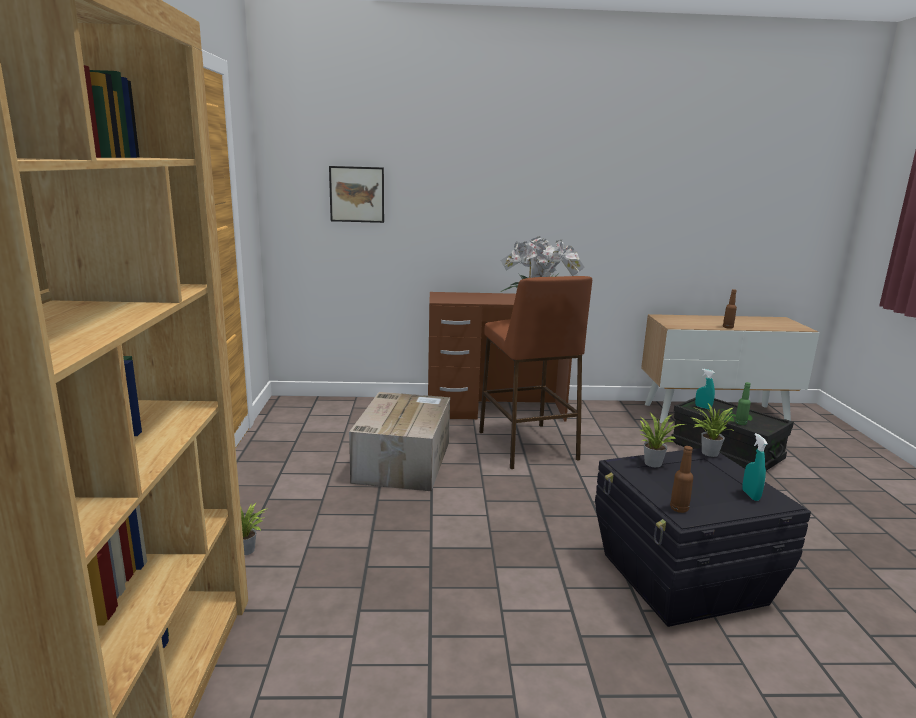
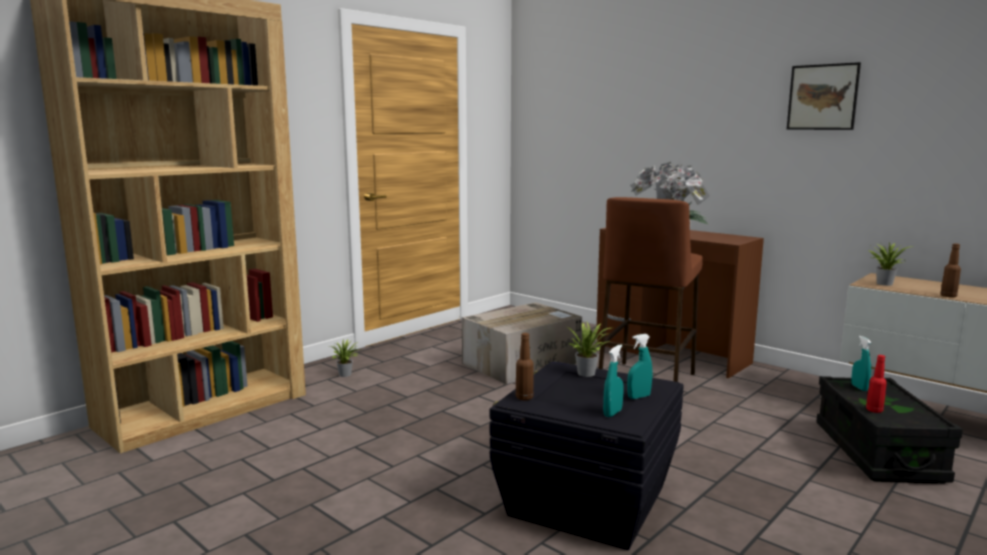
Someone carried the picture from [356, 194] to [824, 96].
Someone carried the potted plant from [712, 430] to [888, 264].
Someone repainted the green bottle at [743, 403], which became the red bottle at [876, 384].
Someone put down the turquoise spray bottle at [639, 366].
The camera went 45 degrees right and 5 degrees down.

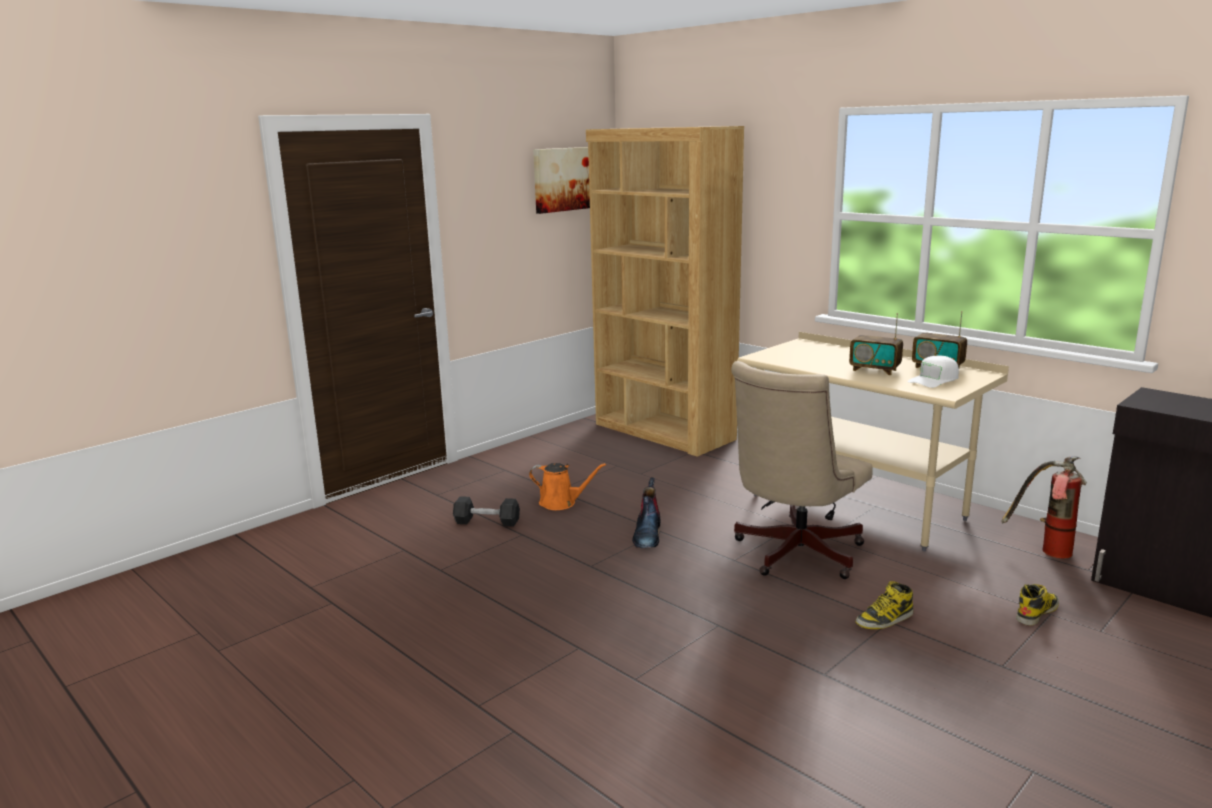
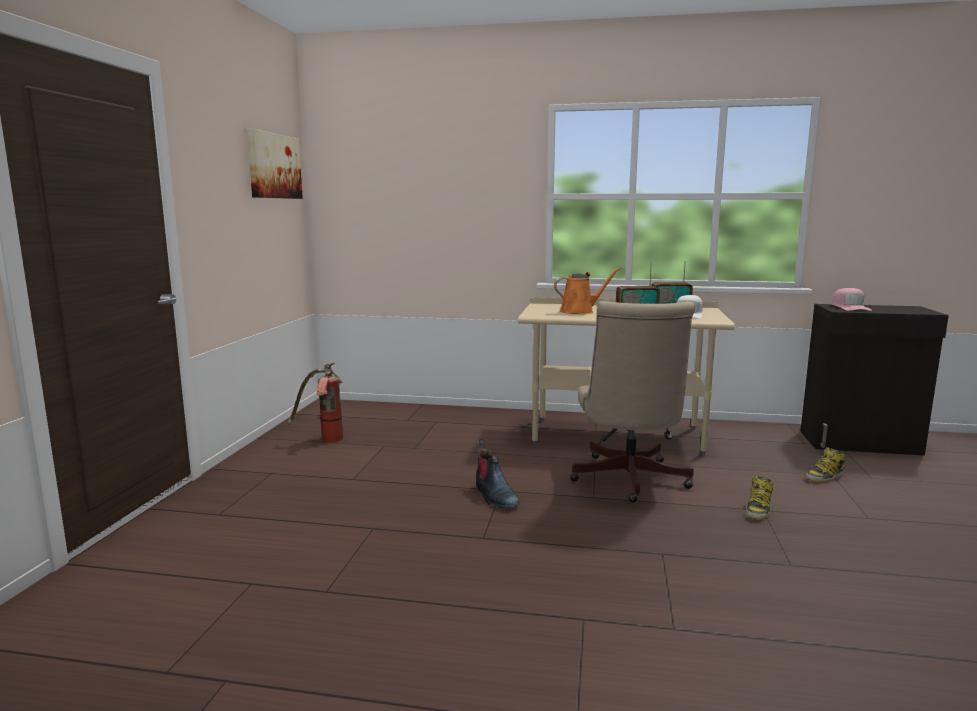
Someone took away the black dumbbell at [486, 511].
Someone carried the orange watering can from [567, 486] to [587, 291].
Someone took away the brown bookcase at [665, 291].
Someone carried the fire extinguisher from [1044, 507] to [315, 403].
Someone rotated the boot at [1037, 604] by 135 degrees counterclockwise.
Someone put down the pink cap at [851, 299].
The camera went 35 degrees left and 5 degrees down.

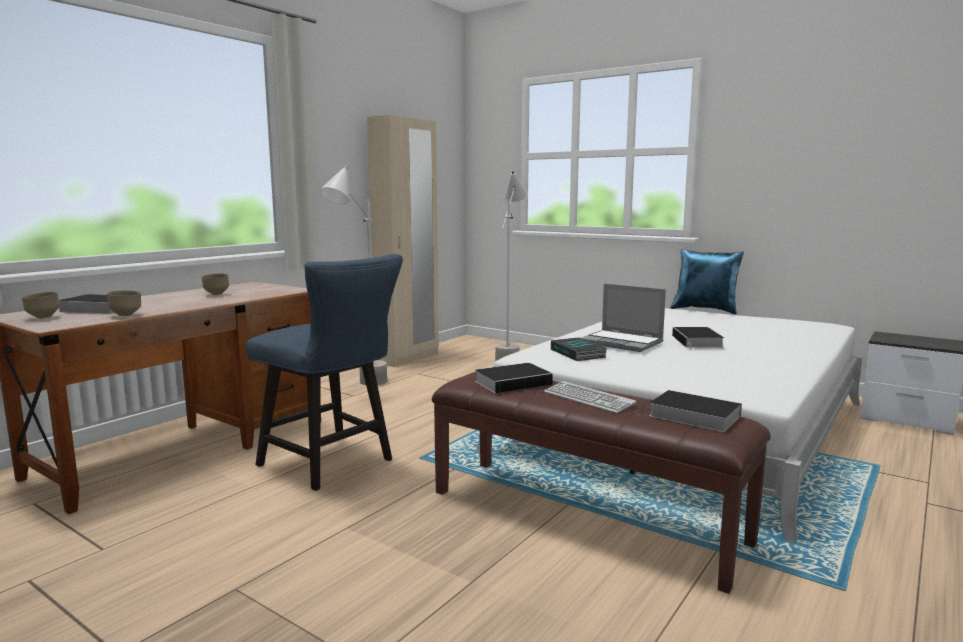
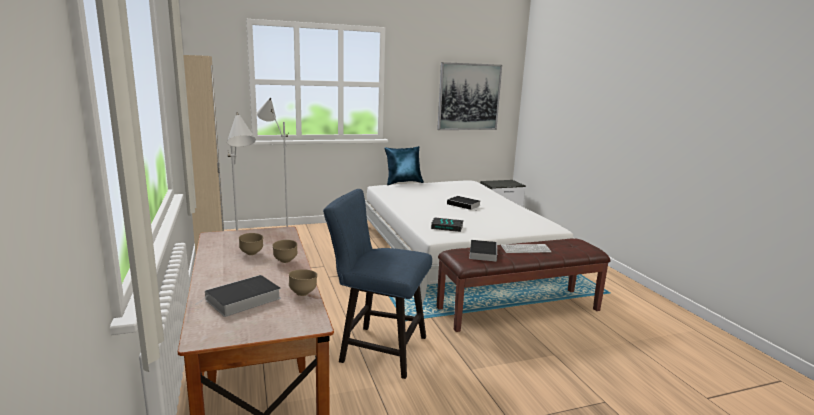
Someone carried the brown bowl from [40, 305] to [285, 251].
Someone rotated the blue chair at [324, 372] by 150 degrees counterclockwise.
Someone took away the laptop at [623, 318].
Someone took away the book at [695, 411].
Someone put up the picture at [469, 96].
The camera went 55 degrees left and 5 degrees up.

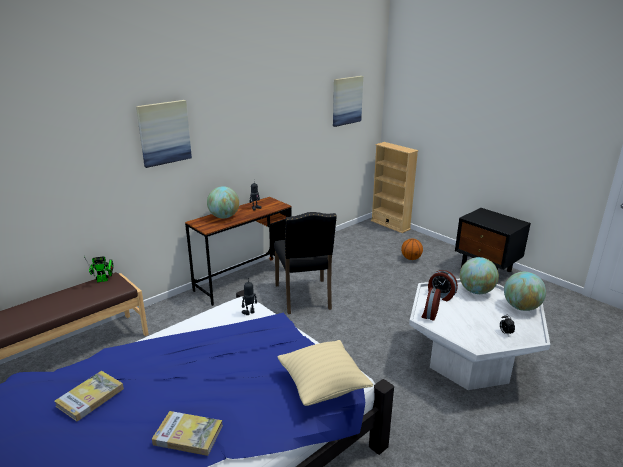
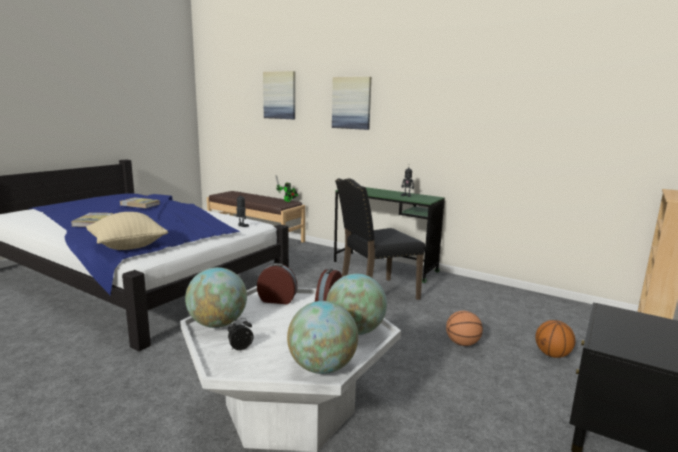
Someone repainted the brown desk at [238, 251], which became the green desk at [389, 235].
Someone carried the globe from [223, 202] to [216, 297].
Someone carried the picture from [348, 101] to [279, 95].
Someone put down the basketball at [464, 328].
The camera went 75 degrees right and 10 degrees down.

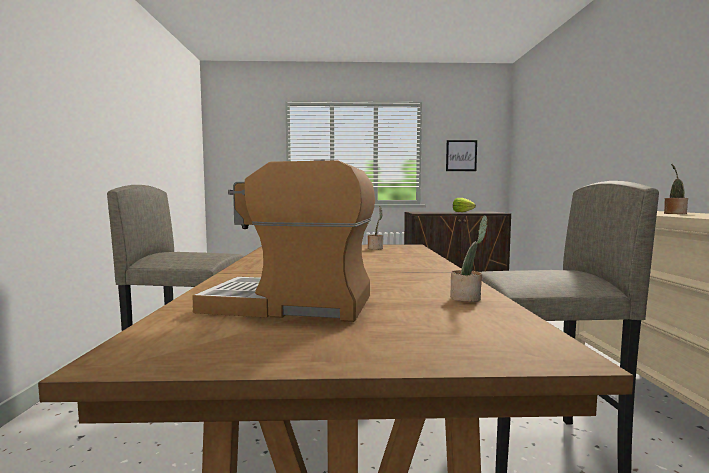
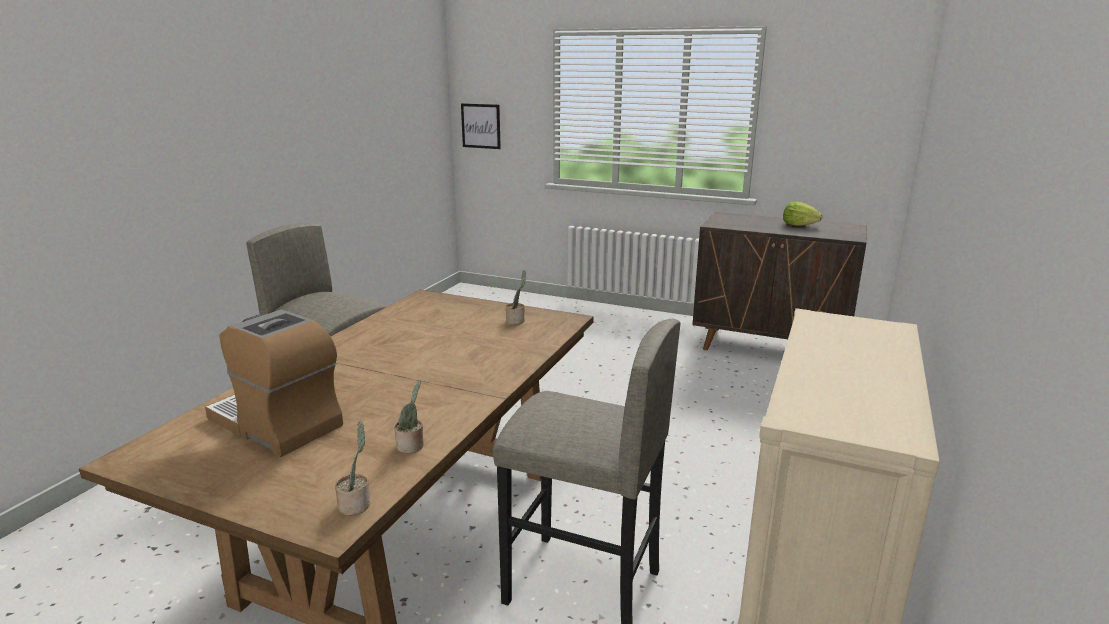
Someone carried the picture from [461, 155] to [481, 126].
Someone carried the potted plant from [676, 189] to [352, 468].
The camera went 25 degrees right and 15 degrees up.

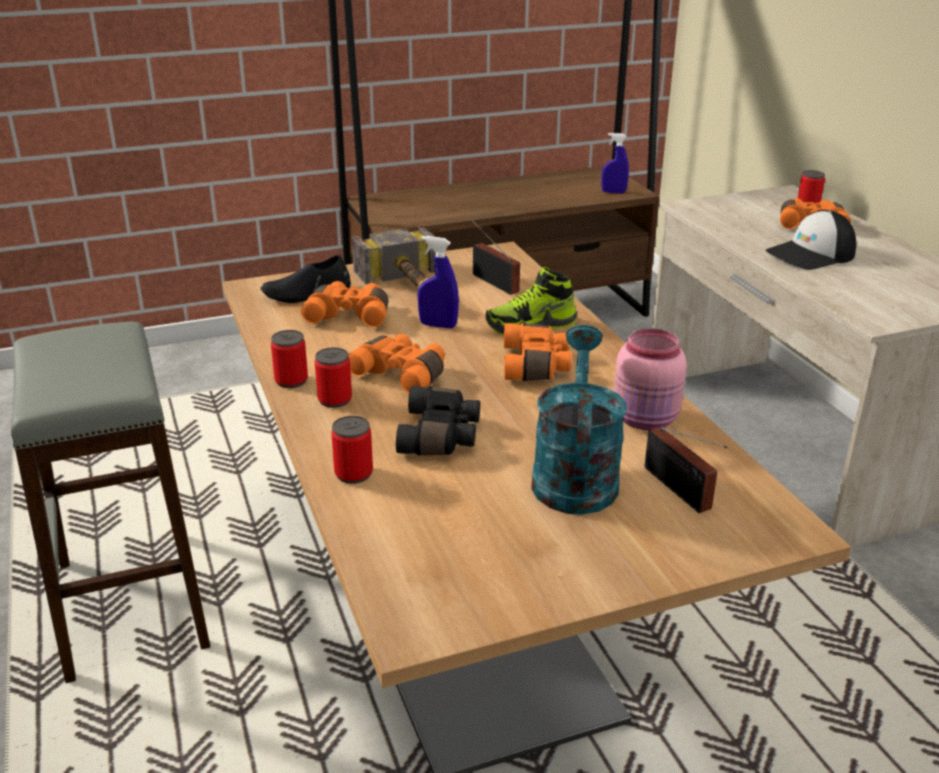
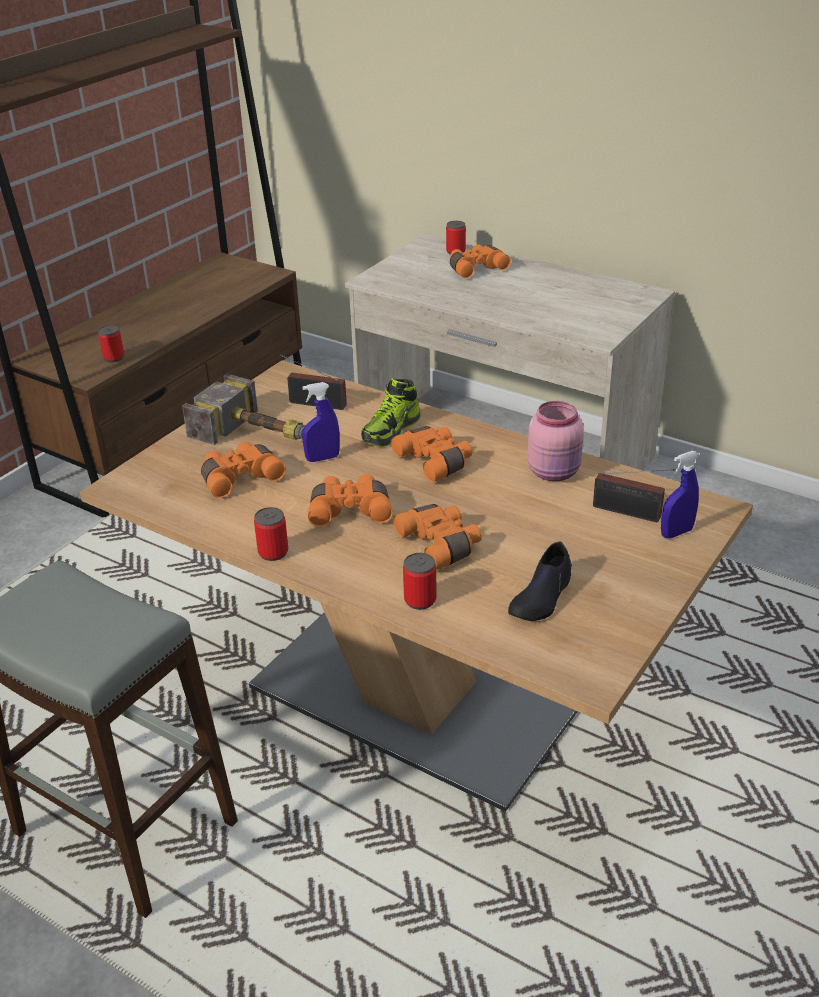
Someone carried the black shoe from [305, 279] to [540, 581].
Someone carried the can from [333, 377] to [111, 343].
Someone repainted the black binoculars at [438, 420], which became the orange binoculars at [437, 537].
Someone took away the turquoise watering can at [579, 420].
Someone carried the blue spray bottle from [615, 163] to [680, 494].
Someone took away the cap at [811, 240].
The camera went 35 degrees left and 5 degrees up.

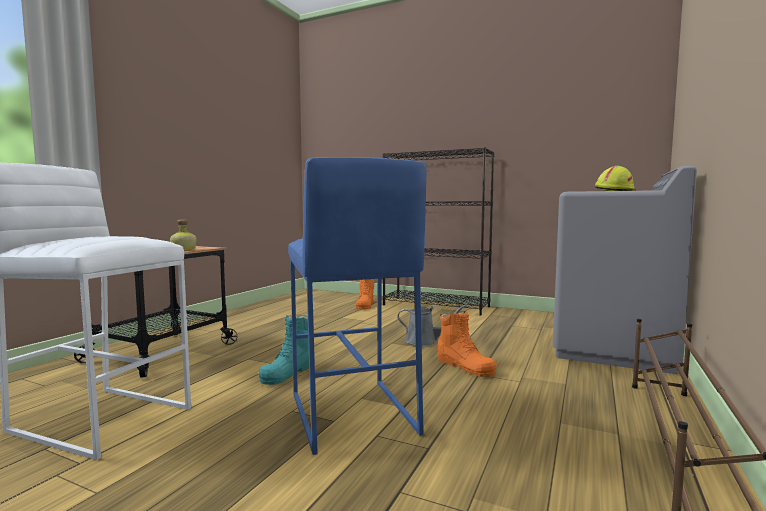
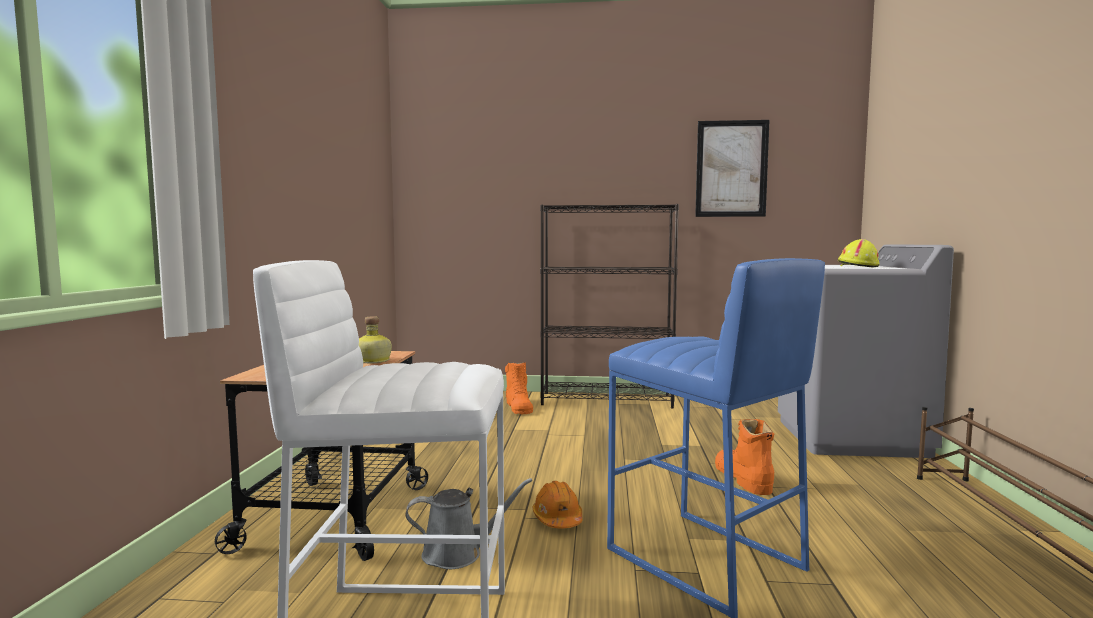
Someone swapped the turquoise boot at [284, 350] for the orange hard hat at [558, 505].
Someone carried the grey watering can from [432, 326] to [468, 523].
Someone rotated the orange boot at [467, 344] by 135 degrees counterclockwise.
Someone put up the picture at [732, 168].
The camera went 20 degrees left and 0 degrees up.

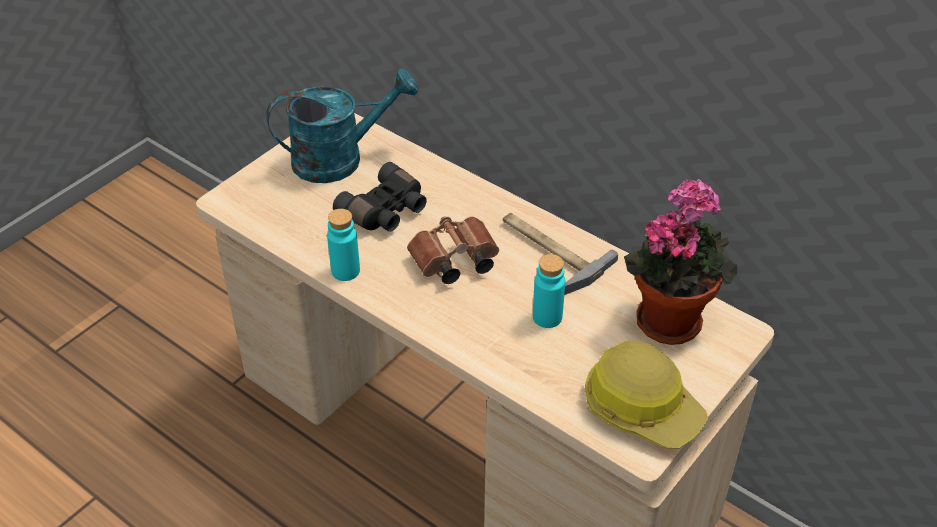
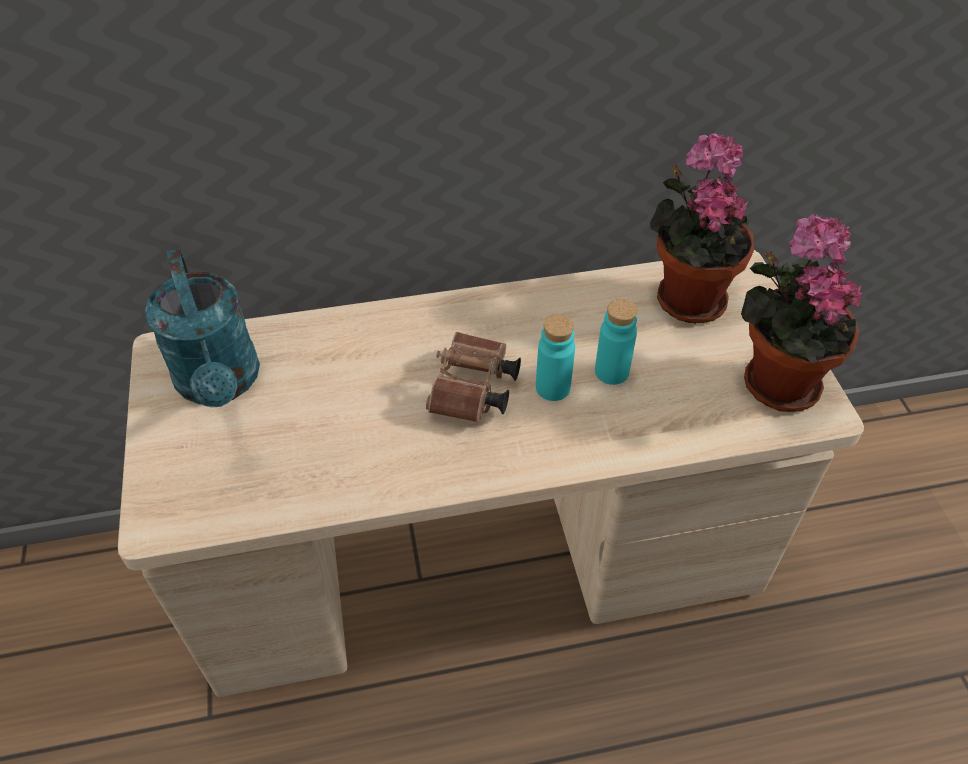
Someone rotated the turquoise watering can at [342, 126] by 135 degrees clockwise.
Someone carried the turquoise bottle from [343, 245] to [555, 358].
Someone took away the black binoculars at [380, 197].
Someone took away the hammer at [560, 254].
Someone swapped the hard hat at [646, 394] for the potted plant at [801, 313].
The camera went 50 degrees left and 5 degrees up.

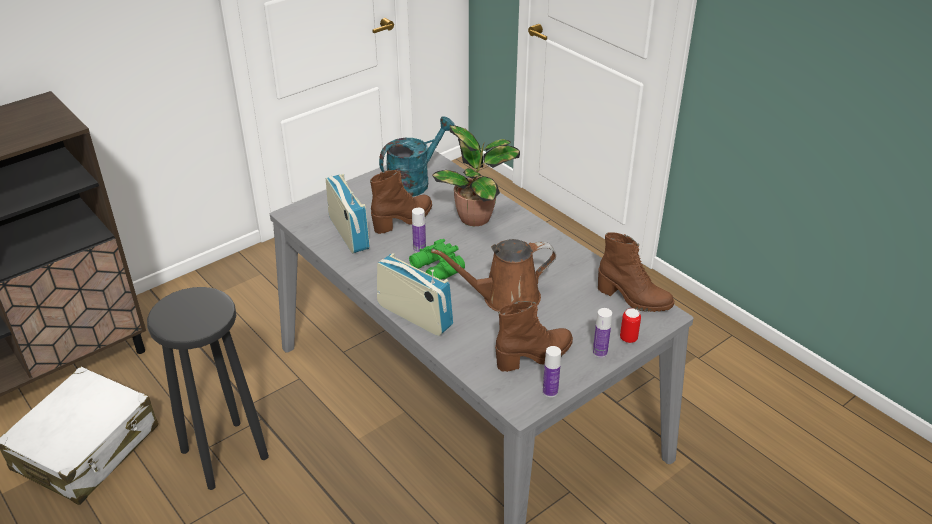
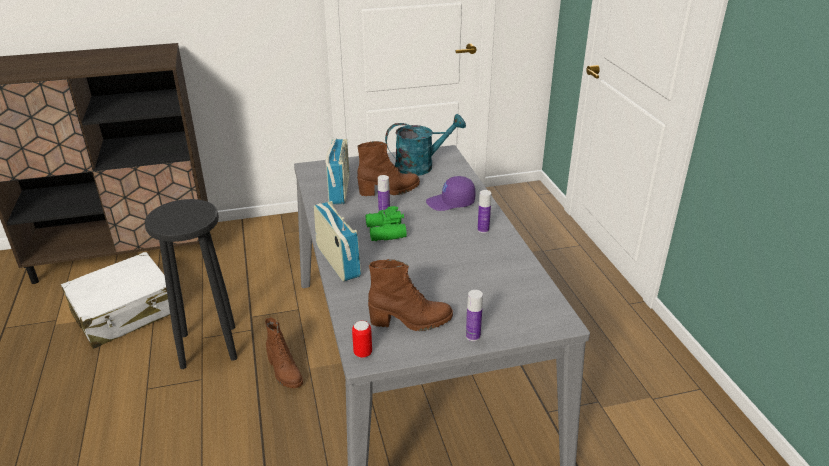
Someone took away the brown watering can at [493, 275].
Someone swapped the potted plant at [476, 175] for the purple cap at [451, 193].
Someone carried the bottle from [552, 371] to [484, 211].
Someone carried the brown boot from [636, 272] to [284, 352].
Someone carried the can from [630, 325] to [362, 339].
The camera went 25 degrees right and 5 degrees down.

